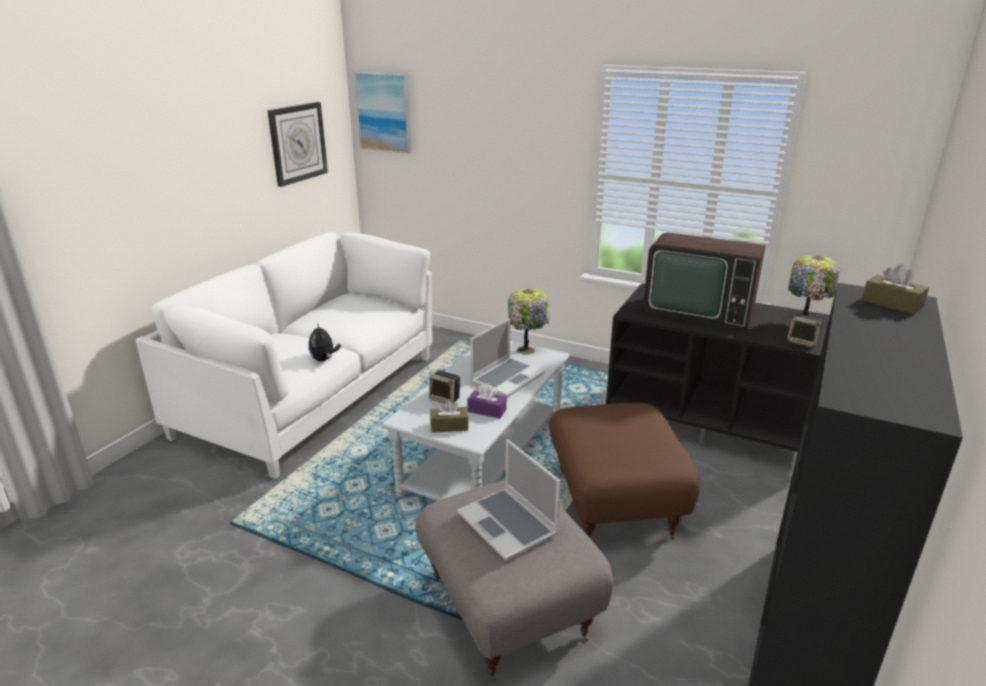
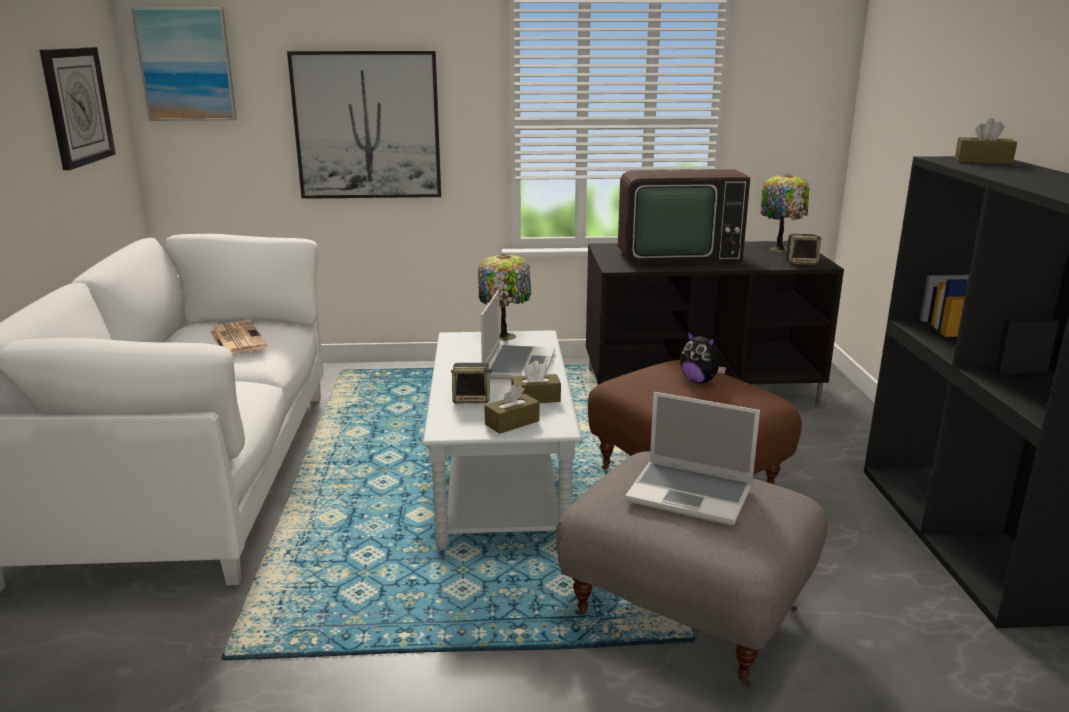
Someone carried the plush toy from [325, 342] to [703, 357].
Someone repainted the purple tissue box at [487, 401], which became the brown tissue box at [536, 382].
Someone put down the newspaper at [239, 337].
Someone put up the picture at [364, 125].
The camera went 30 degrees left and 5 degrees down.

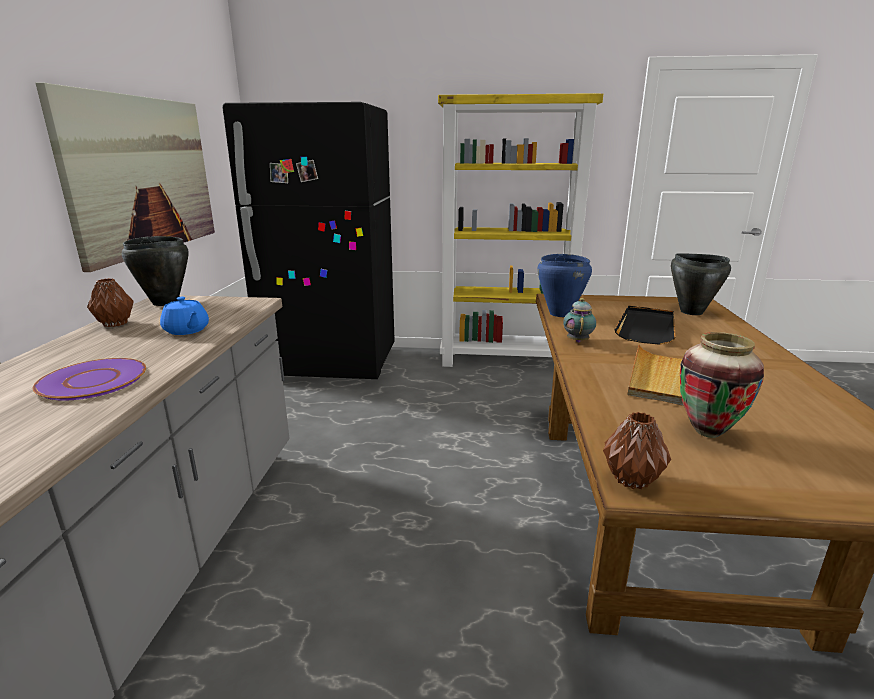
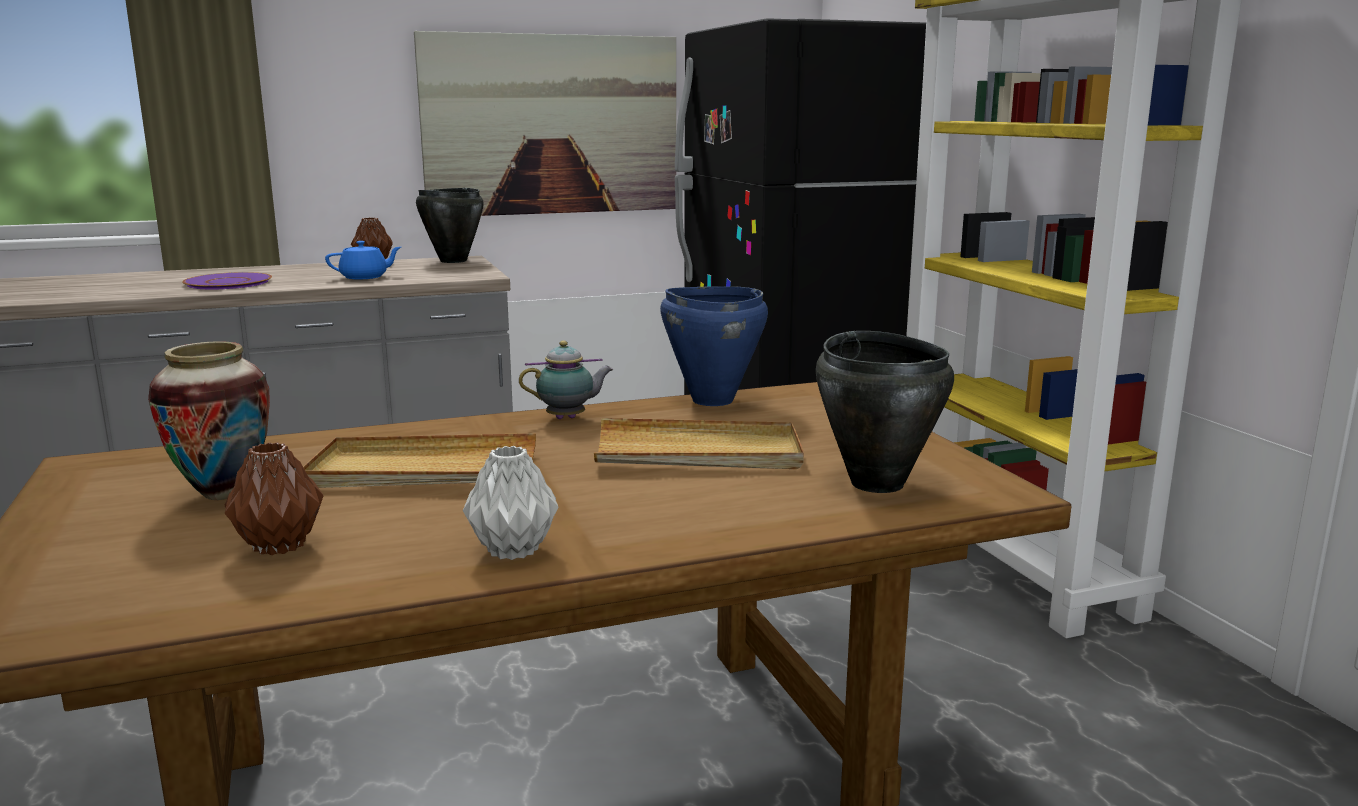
Someone rotated the blue teapot at [184, 316] by 135 degrees counterclockwise.
Someone carried the brown vase from [637, 450] to [274, 498].
Someone repainted the black tray at [645, 325], which became the beige tray at [699, 443].
Someone put down the grey vase at [510, 503].
The camera went 65 degrees right and 5 degrees down.

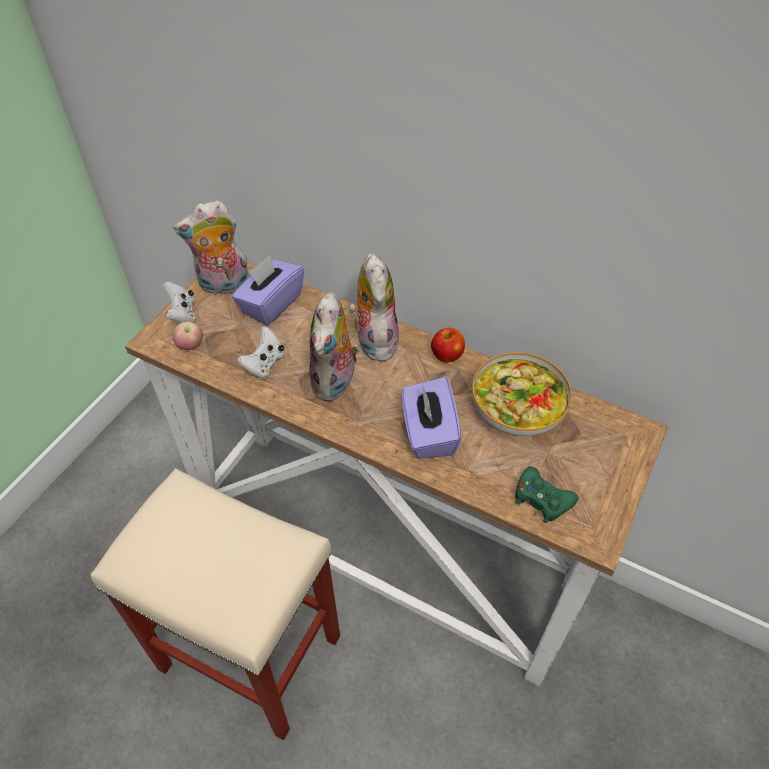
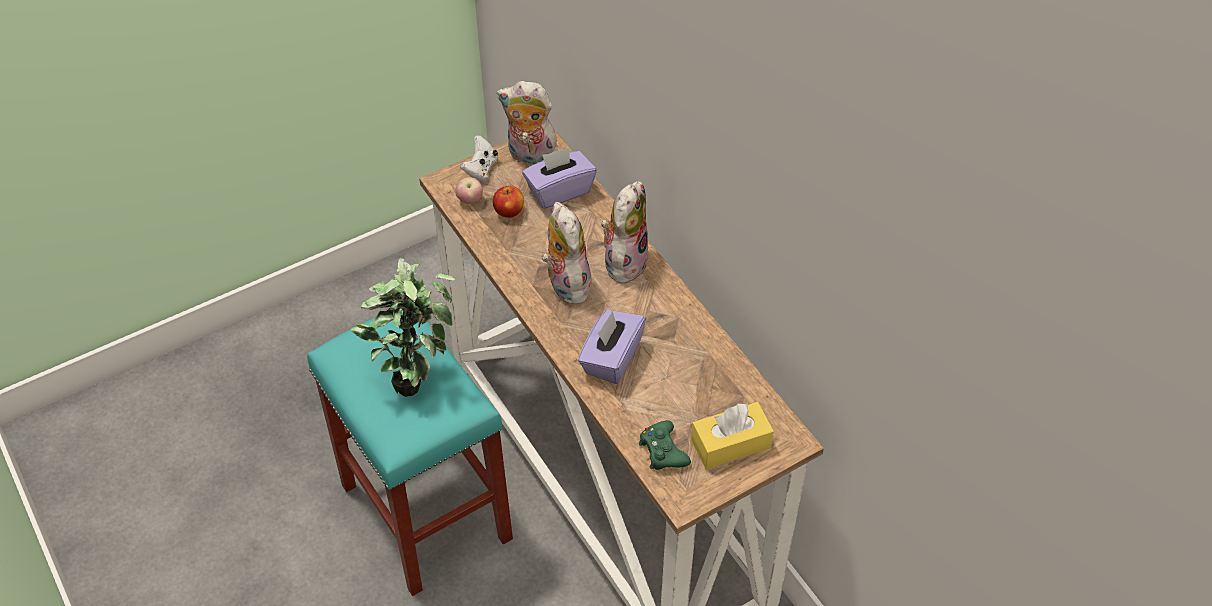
Someone repainted the beige stool at [215, 604], which became the turquoise stool at [410, 453].
Someone took away the white game controller at [260, 352].
Someone rotated the plush toy at [334, 346] by 120 degrees clockwise.
Someone carried the apple from [448, 345] to [508, 202].
Someone took away the bowl at [522, 394].
Someone put down the potted plant at [403, 327].
Someone put down the yellow tissue box at [732, 435].
The camera went 30 degrees right and 0 degrees up.

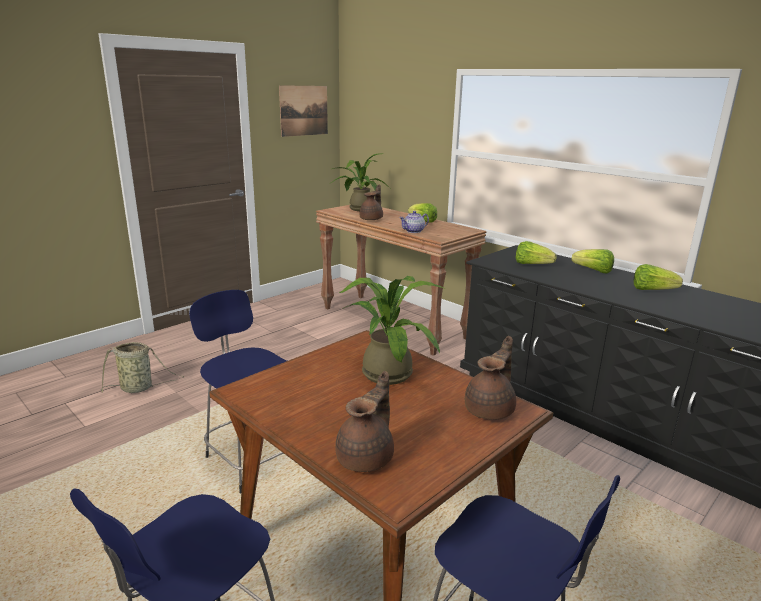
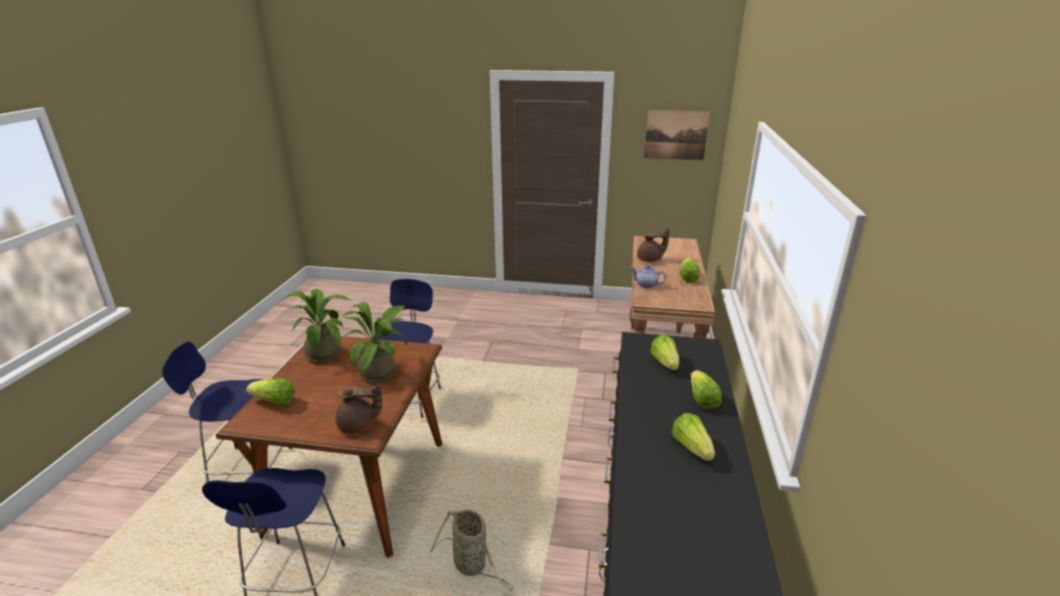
Someone carried the basket from [142, 367] to [471, 550].
Someone carried the potted plant from [360, 182] to [315, 326].
Someone swapped the brown teapot at [364, 421] for the lettuce at [270, 392].
The camera went 55 degrees right and 5 degrees up.

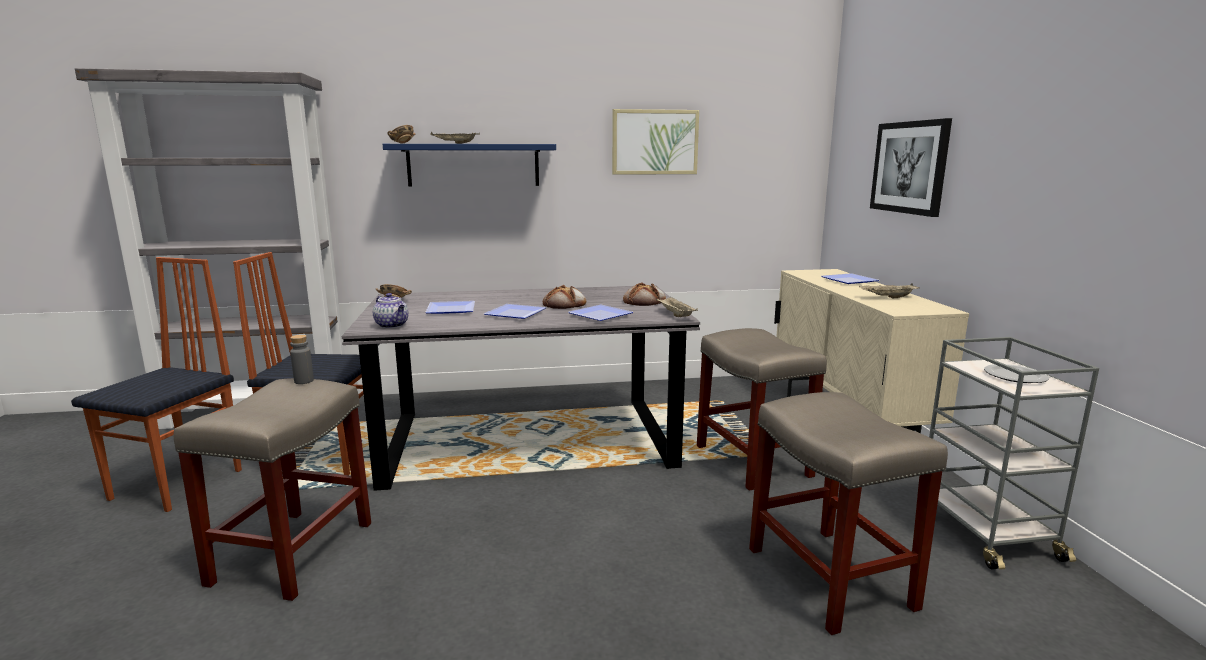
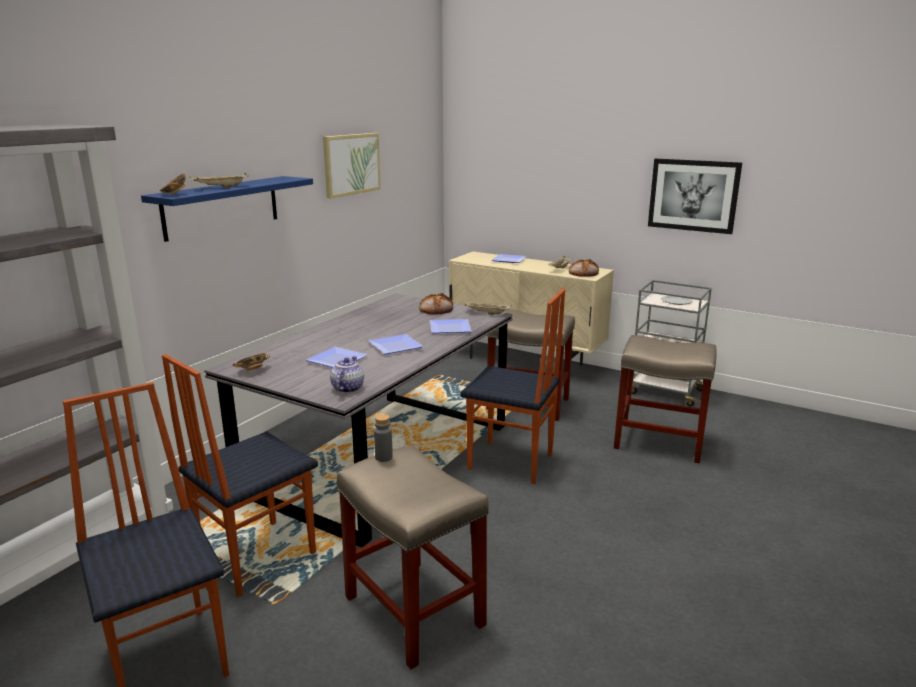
Someone rotated the teapot at [391, 310] by 75 degrees counterclockwise.
Someone carried the bread from [564, 297] to [584, 268].
Someone carried the picture from [911, 167] to [695, 196].
Someone put down the chair at [513, 386].
The camera went 50 degrees left and 5 degrees up.

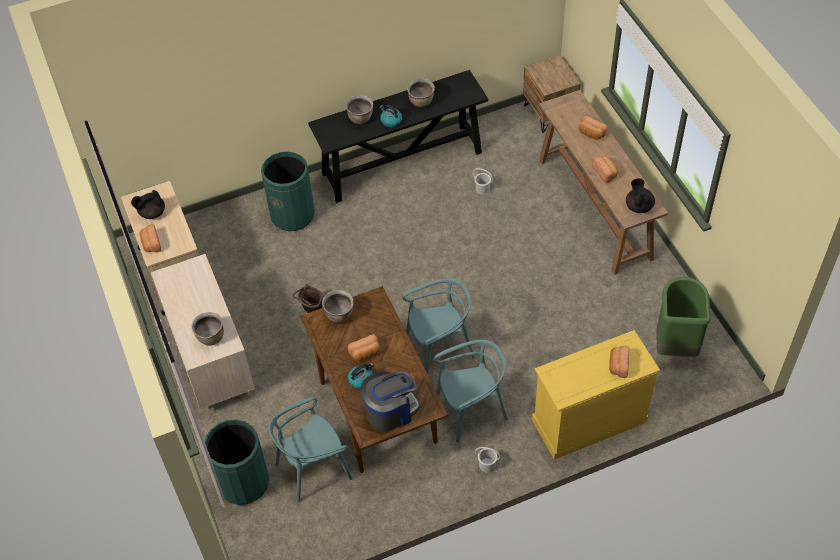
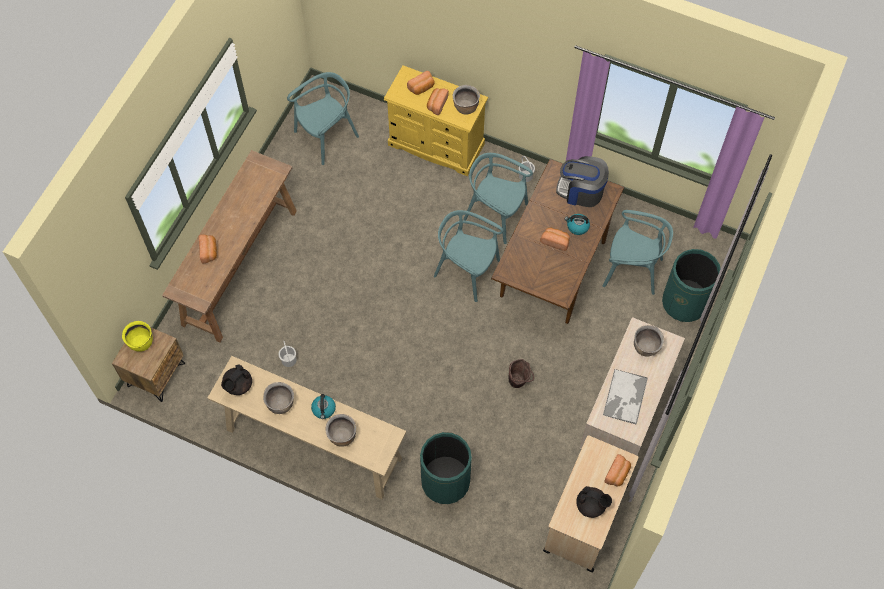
Someone repainted the black console table at [398, 136], which became the beige console table at [307, 427].
Someone carried the brown cooking pot from [338, 306] to [466, 100].
Someone carried the bread from [605, 169] to [438, 101].
Someone carried the black teapot from [640, 195] to [236, 379].
Someone swapped the green trash can at [683, 317] for the turquoise chair at [323, 118].
Someone put down the yellow cooking pot at [137, 336].
Someone put down the tray at [625, 396].
The camera went 135 degrees left and 10 degrees up.

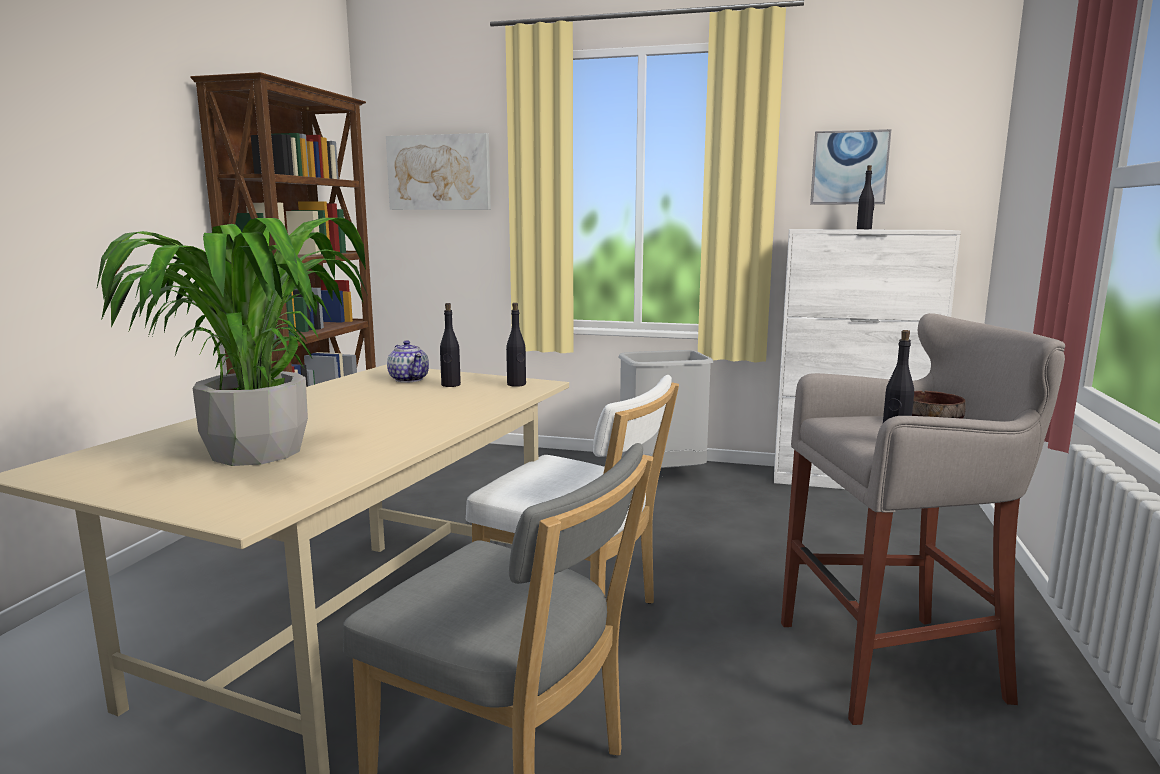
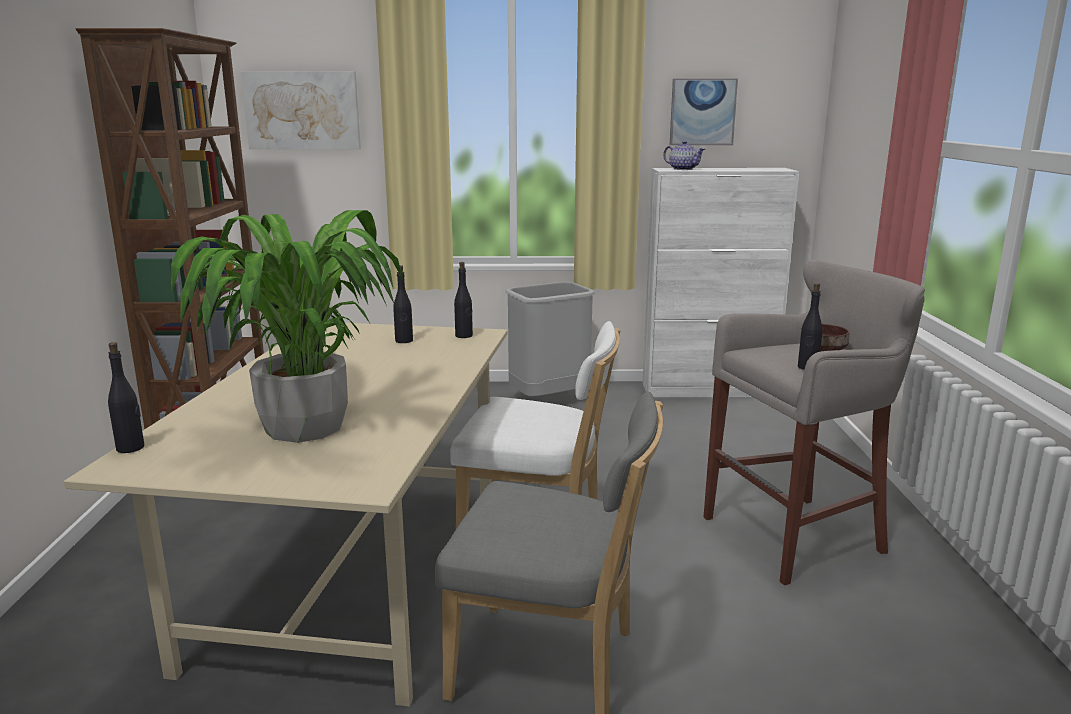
Someone carried the teapot from [408, 361] to [684, 155].
Someone carried the black bottle from [865, 197] to [126, 397].
The camera went 15 degrees left and 5 degrees up.

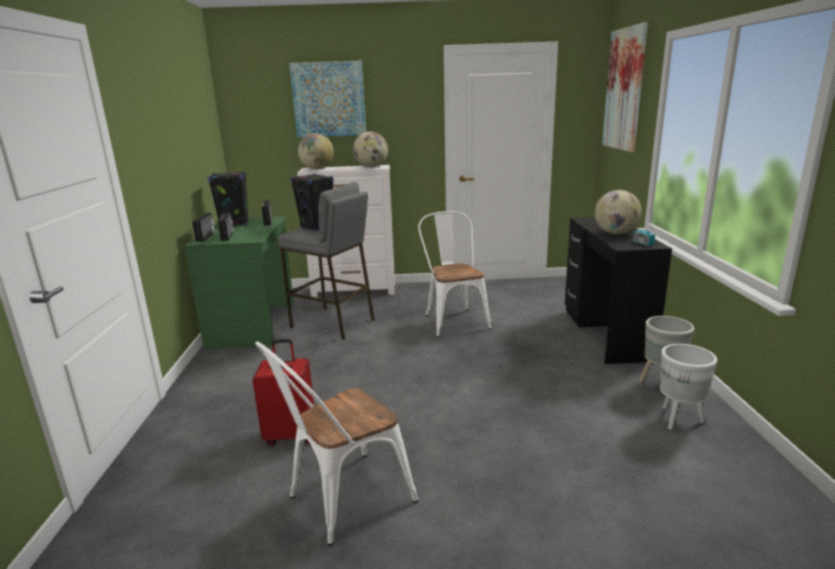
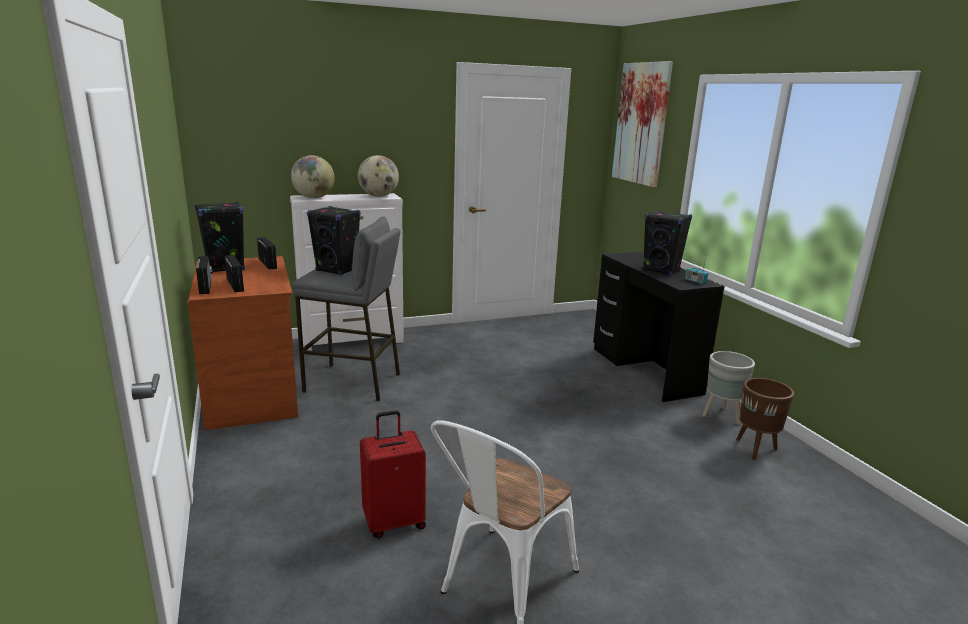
Someone repainted the green desk at [239, 282], which became the brown desk at [242, 343].
Someone took away the picture at [327, 99].
Someone took away the white chair at [455, 274].
Someone swapped the globe at [618, 212] for the black speaker at [667, 243].
Someone repainted the white planter at [688, 386], which became the brown planter at [765, 419].
The camera went 20 degrees left and 0 degrees up.

